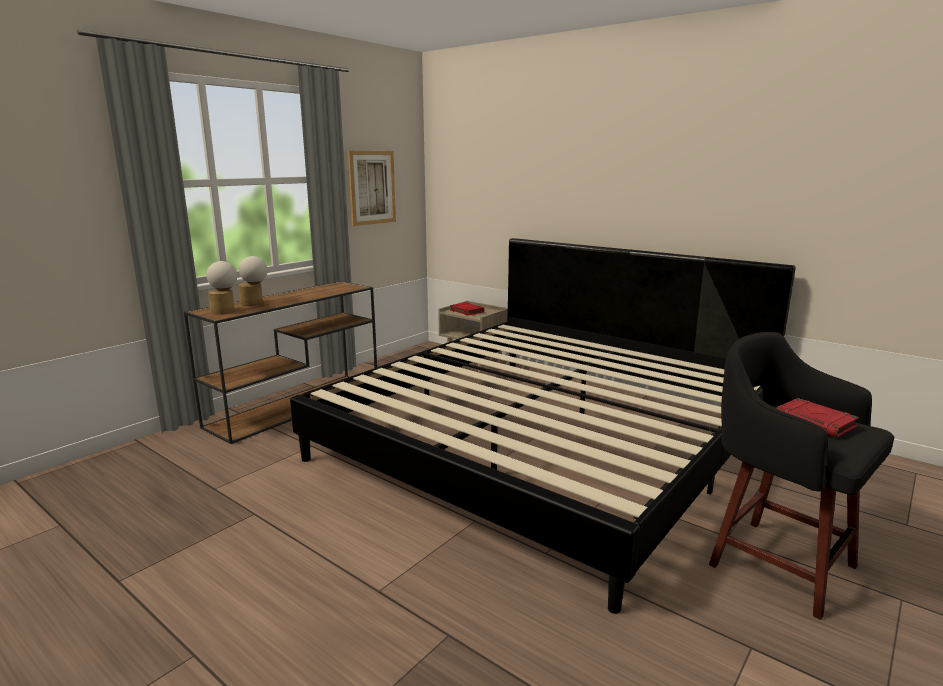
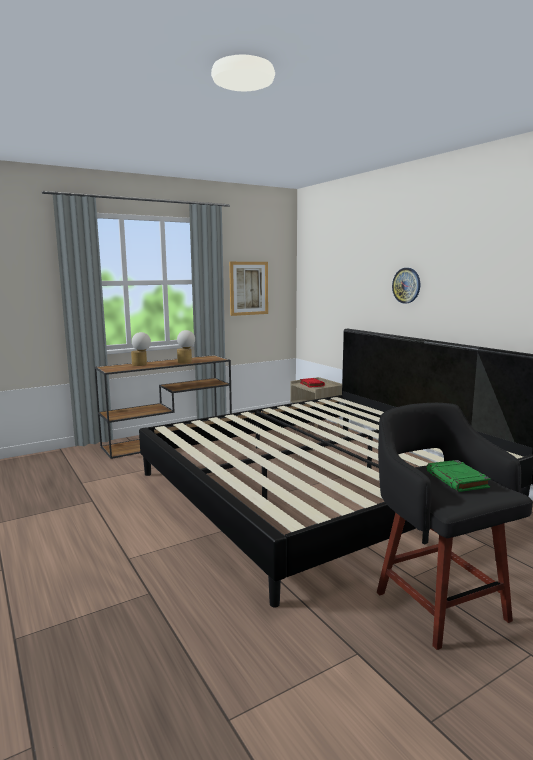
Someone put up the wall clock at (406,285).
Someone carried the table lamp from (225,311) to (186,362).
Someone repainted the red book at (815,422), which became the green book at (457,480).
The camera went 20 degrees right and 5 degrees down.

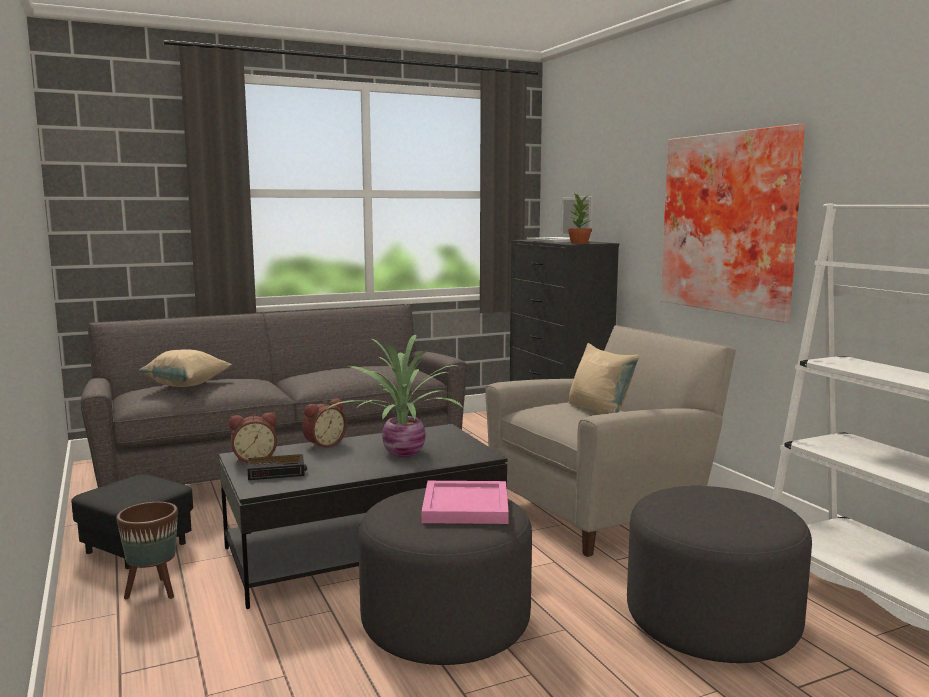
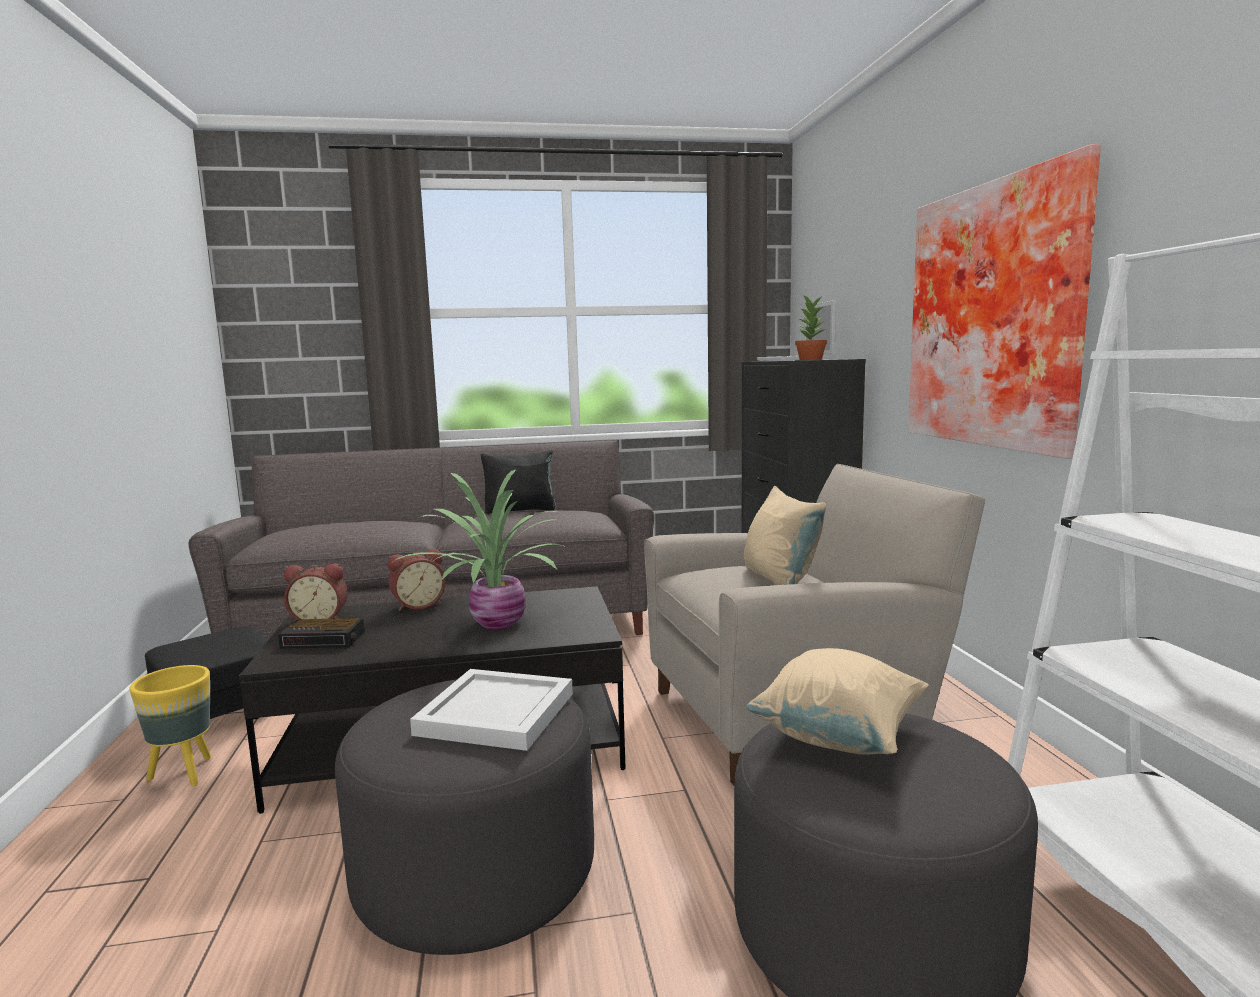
Someone put down the black pillow at (521,510).
Someone carried the beige pillow from (187,385) to (838,736).
Someone repainted the brown planter at (154,592), which became the yellow planter at (185,774).
Someone repainted the pink tray at (467,506), which became the white tray at (499,713).
The camera went 15 degrees right and 0 degrees up.

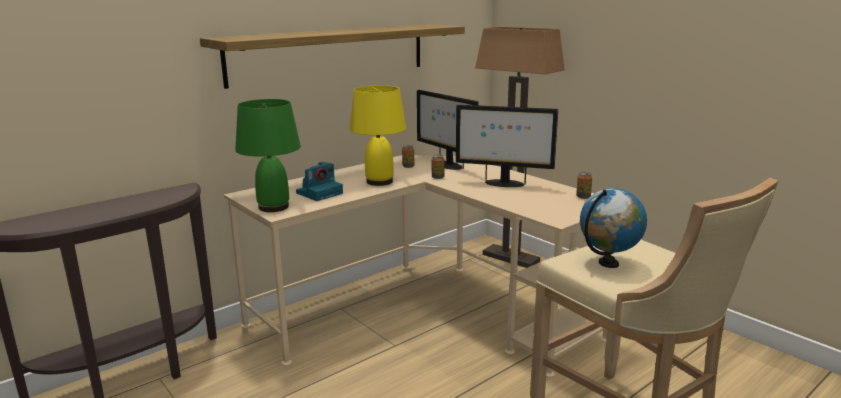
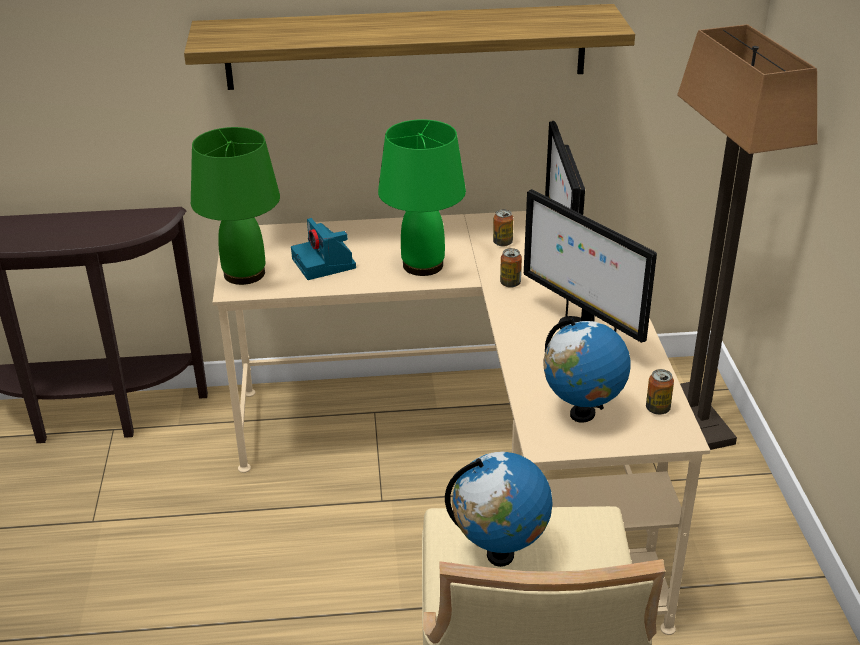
Someone put down the globe at (582,414).
Someone repainted the yellow table lamp at (379,181), which became the green table lamp at (423,265).
Someone rotated the photo camera at (320,193) by 75 degrees clockwise.
The camera went 35 degrees right and 15 degrees up.

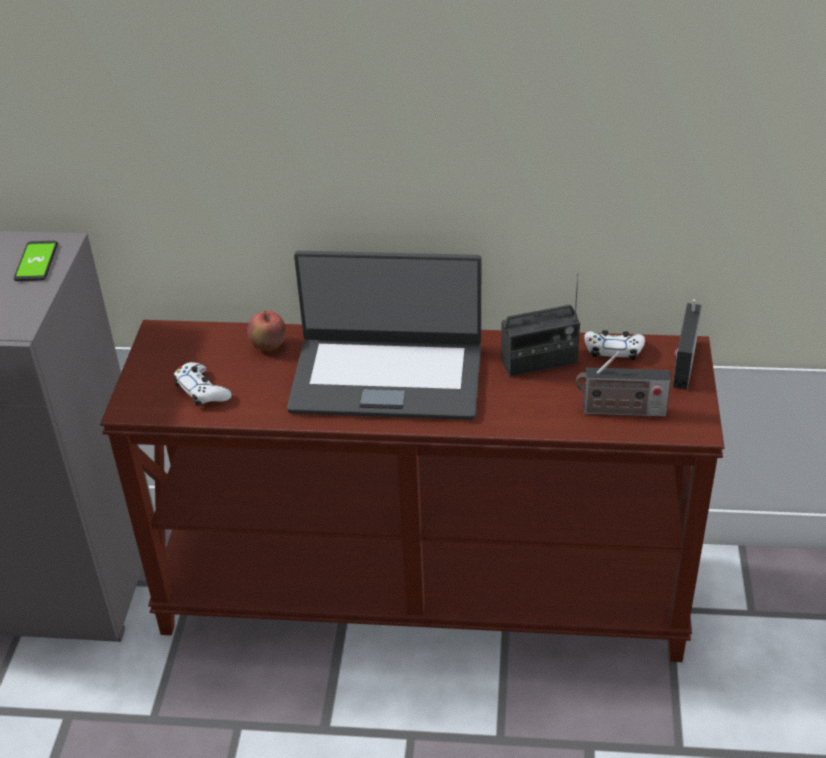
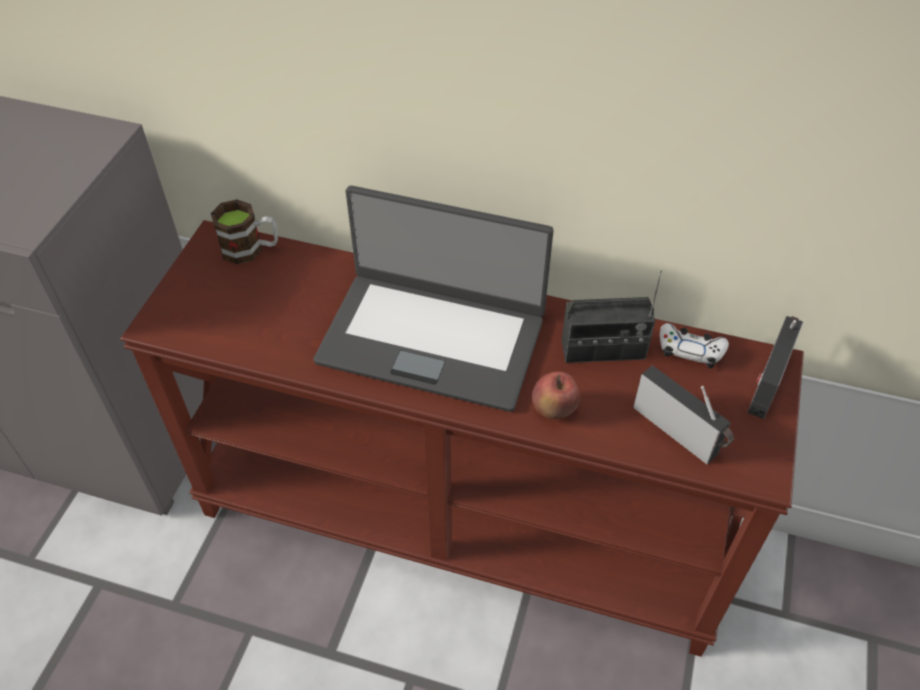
Someone took away the phone at (36,262).
Someone took away the white game controller at (202,390).
Someone put down the mug at (251,249).
Someone carried the apple from (268,347) to (553,410).
Someone rotated the radio at (620,411) by 150 degrees counterclockwise.
The camera went 10 degrees right and 10 degrees up.

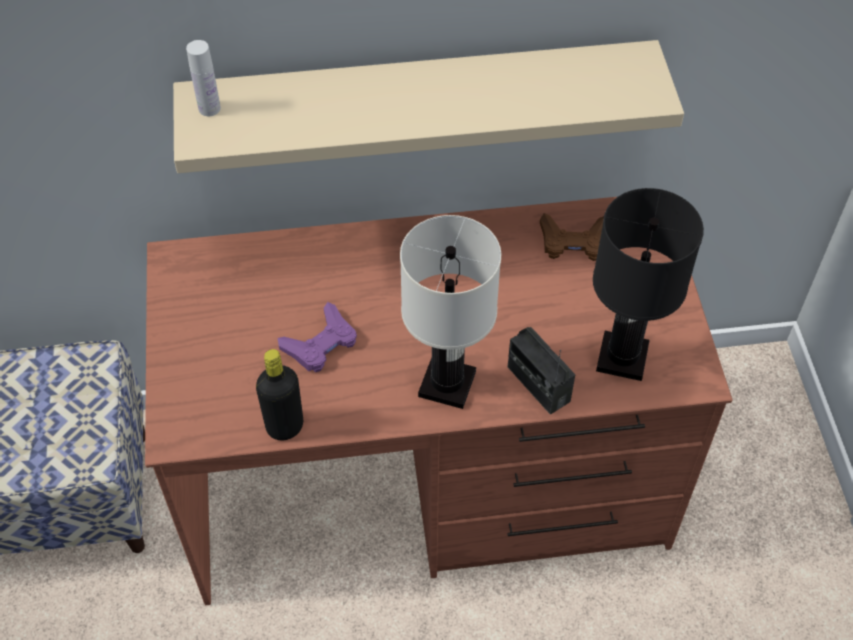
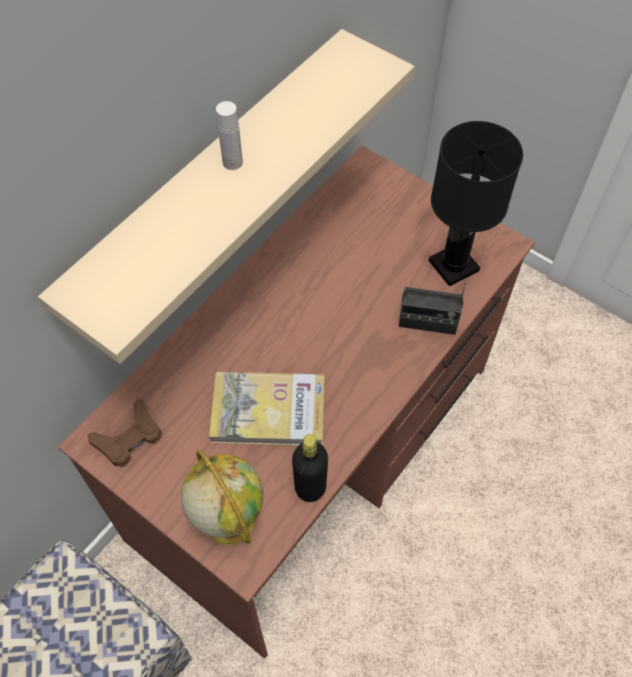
Someone took away the white table lamp at (446,384).
Someone put down the globe at (228,519).
Someone carried the white bottle from (209,108) to (232,162).
Someone carried the brown game controller from (573,242) to (129,438).
Someone swapped the purple game controller at (321,343) for the book at (268,411).
The camera went 45 degrees left and 5 degrees up.

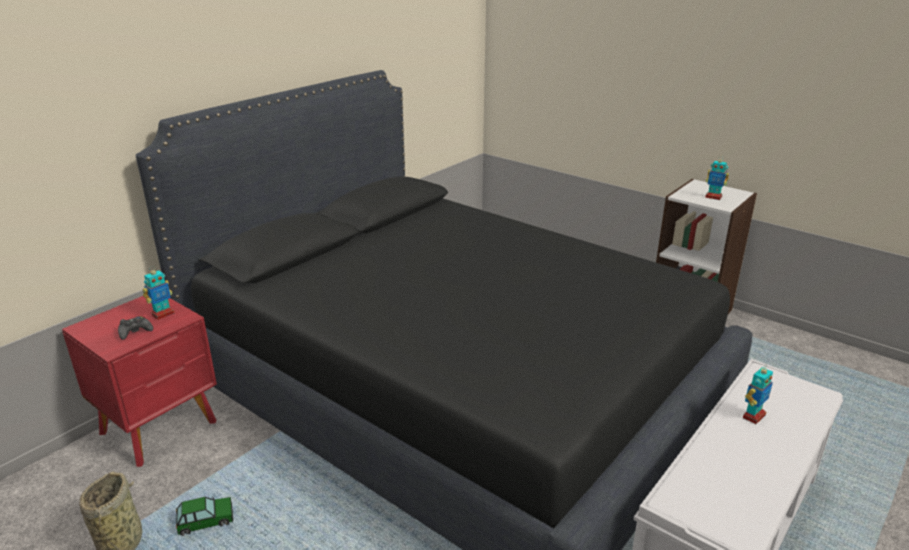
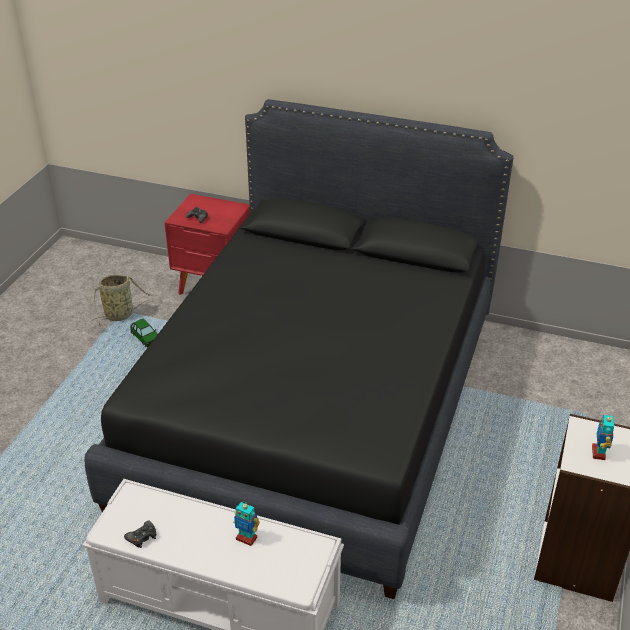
Someone took away the toy robot at (163,314).
Someone put down the black game controller at (142,537).
The camera went 70 degrees right and 10 degrees up.

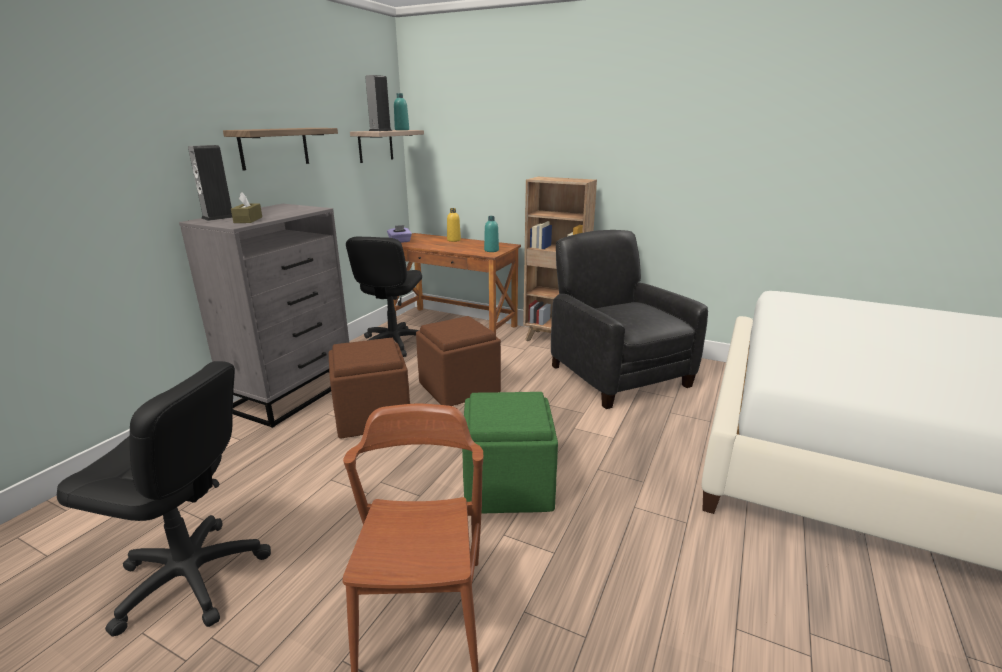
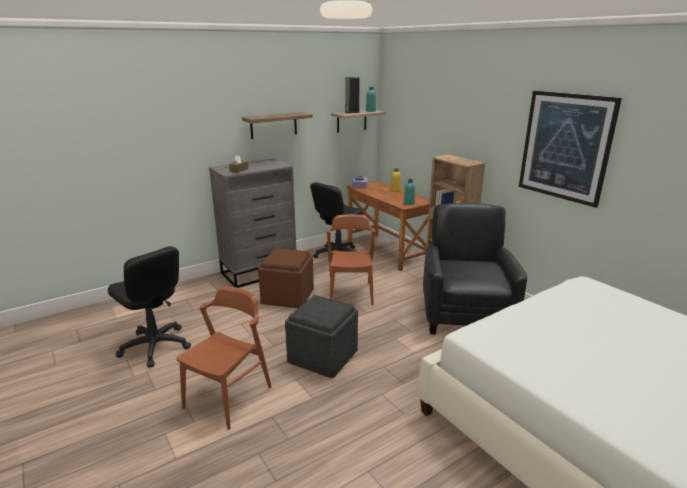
Someone took away the speaker at (218,217).
Someone put up the picture at (565,147).
Someone swapped the brown ottoman at (459,387) for the brown chair at (350,293).
Someone repainted the green ottoman at (508,484), which became the grey ottoman at (323,356).
The camera went 30 degrees right and 0 degrees up.

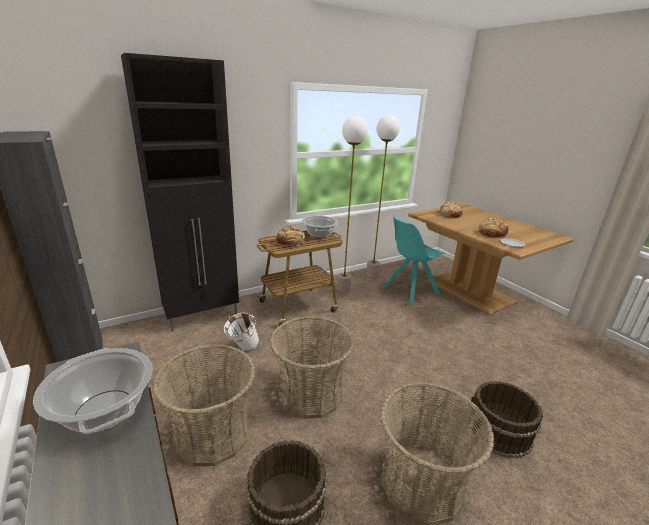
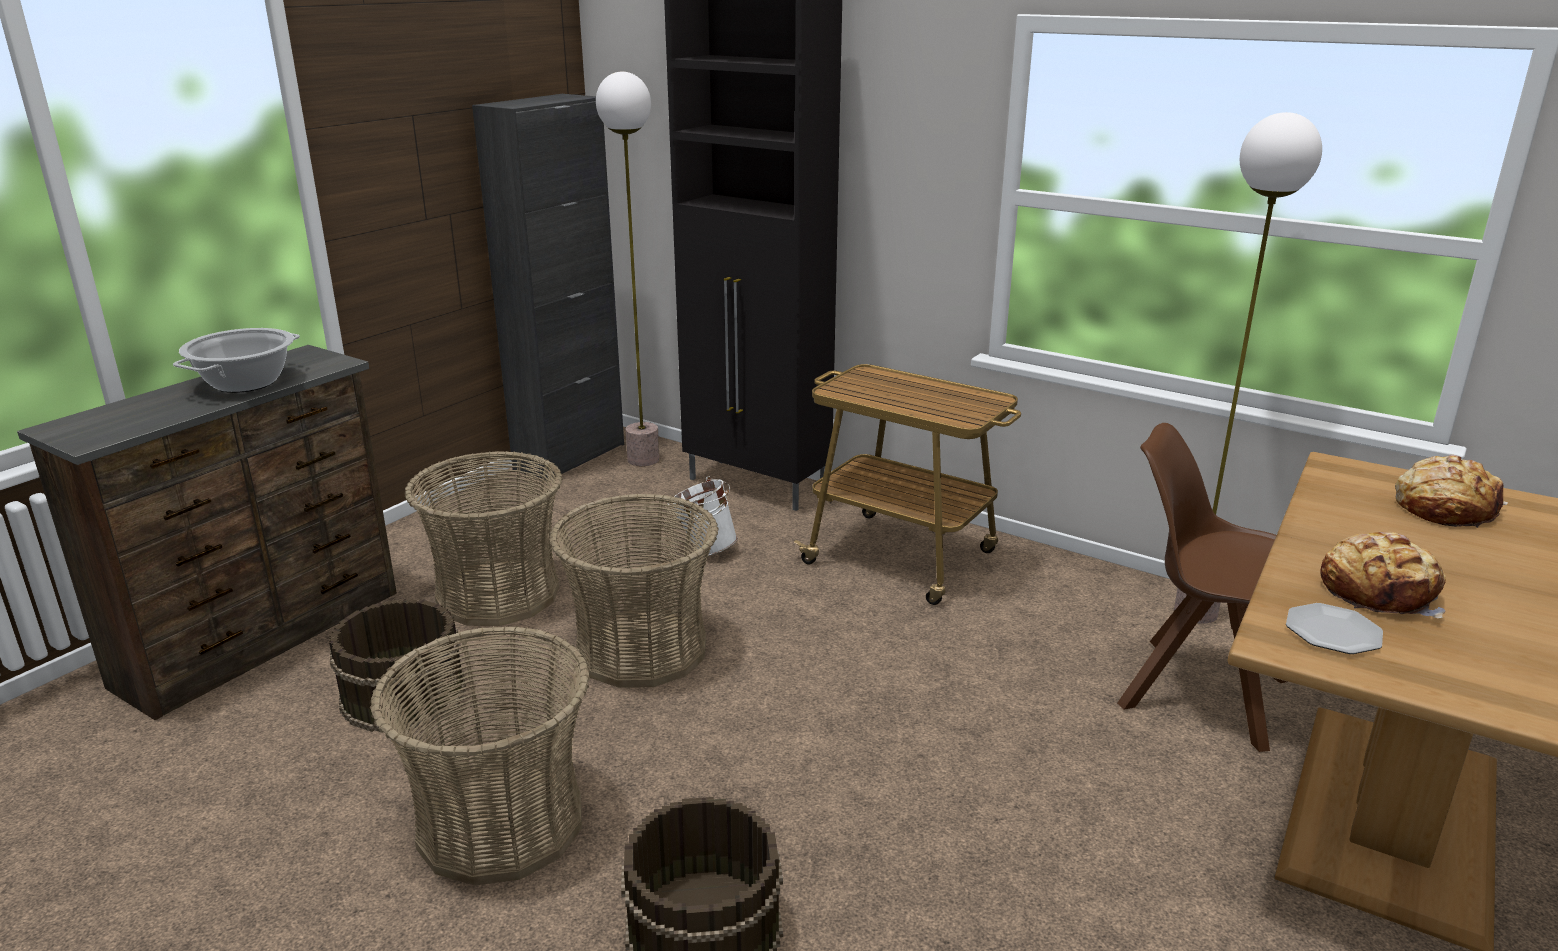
Someone took away the bread at (290,242).
Someone took away the cooking pot at (319,234).
Someone carried the floor lamp from (343,289) to (643,460).
Someone repainted the turquoise chair at (409,291), which became the brown chair at (1198,691).
The camera went 65 degrees right and 0 degrees up.

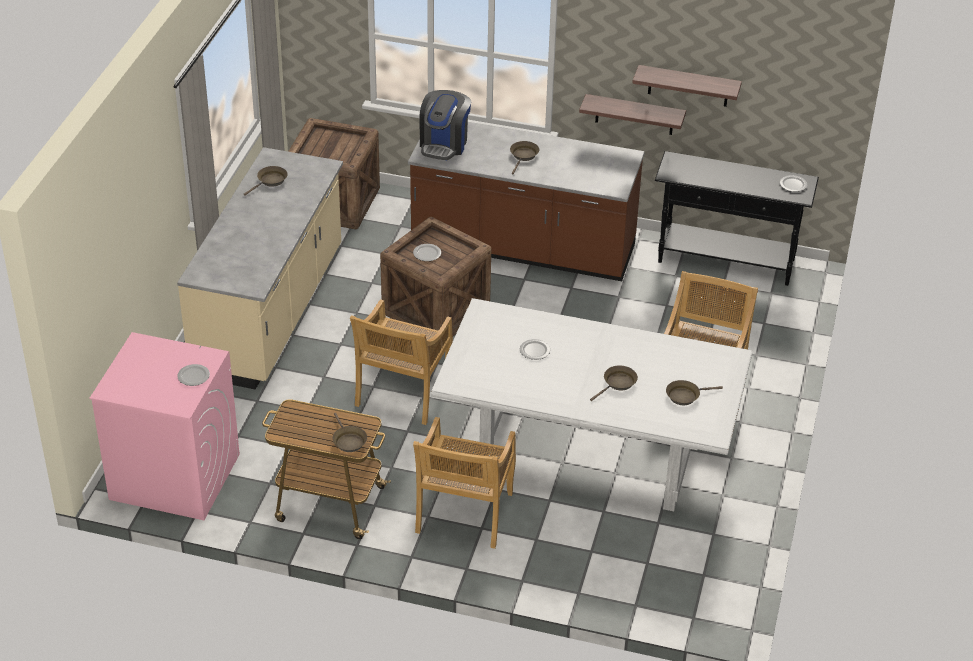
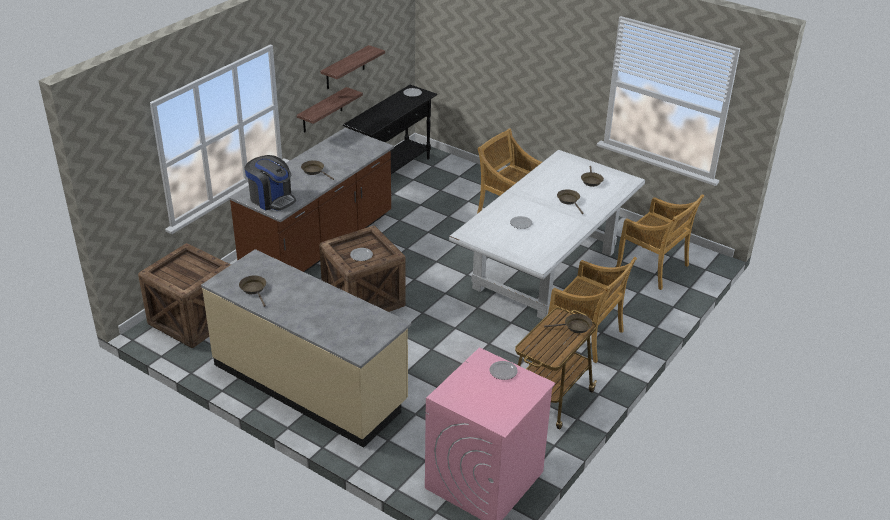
Someone carried the beige chair from (403,393) to (653,268).
The camera went 70 degrees left and 5 degrees down.

